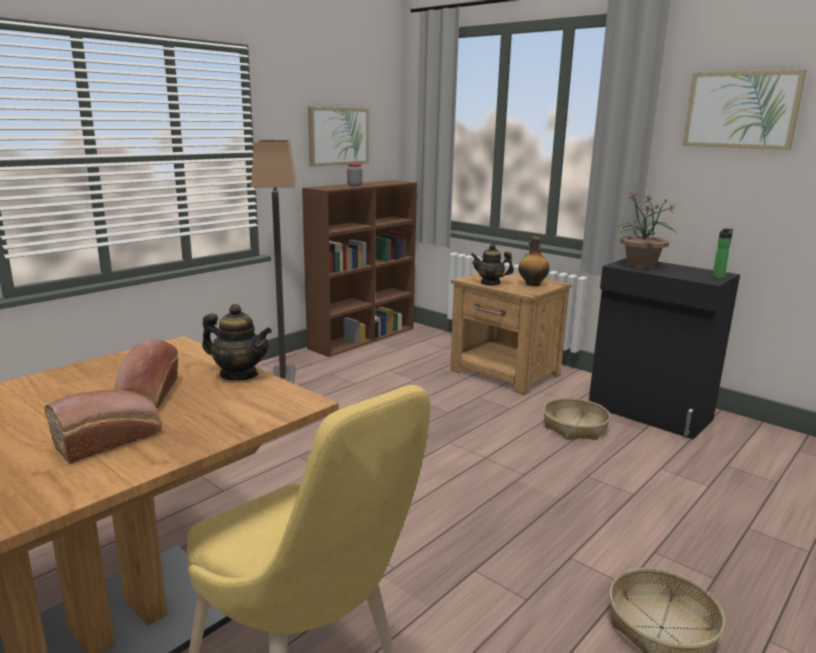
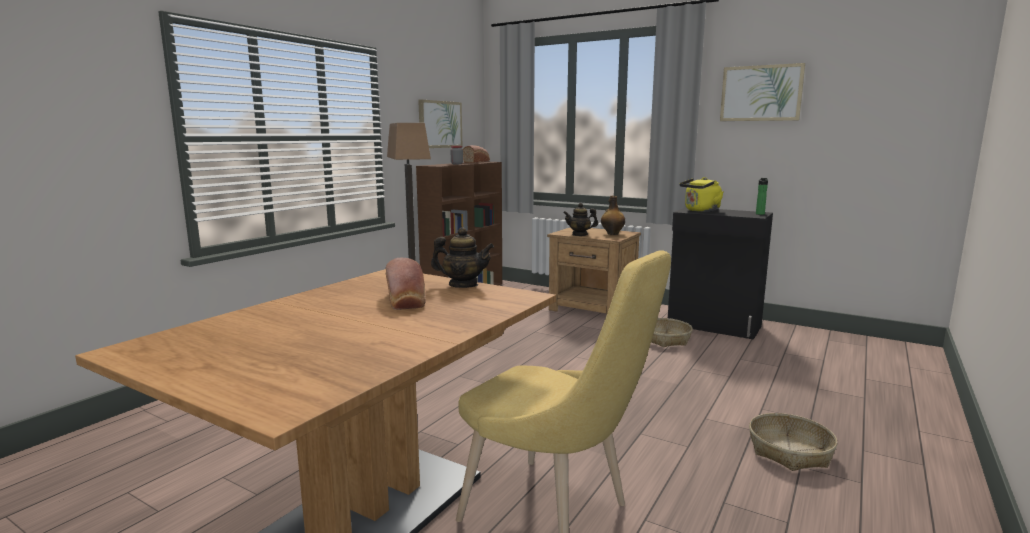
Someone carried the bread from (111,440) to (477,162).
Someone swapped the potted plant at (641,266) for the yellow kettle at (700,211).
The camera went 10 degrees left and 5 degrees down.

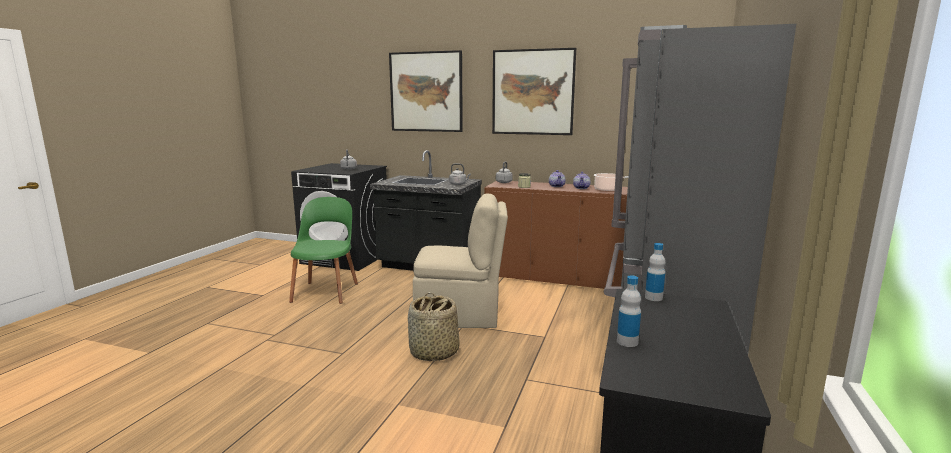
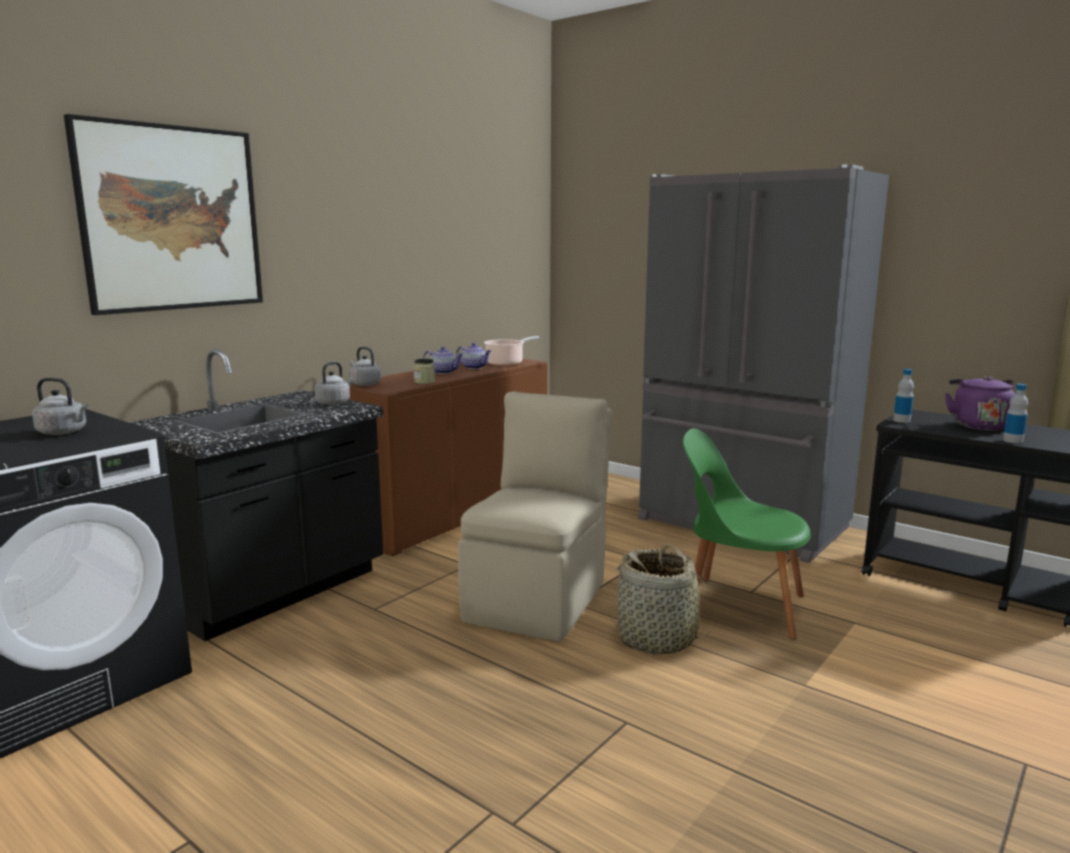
Someone took away the picture at (533,92).
Someone put down the purple kettle at (978,425).
Someone carried the green chair from (326,291) to (738,605).
The camera went 70 degrees left and 0 degrees up.

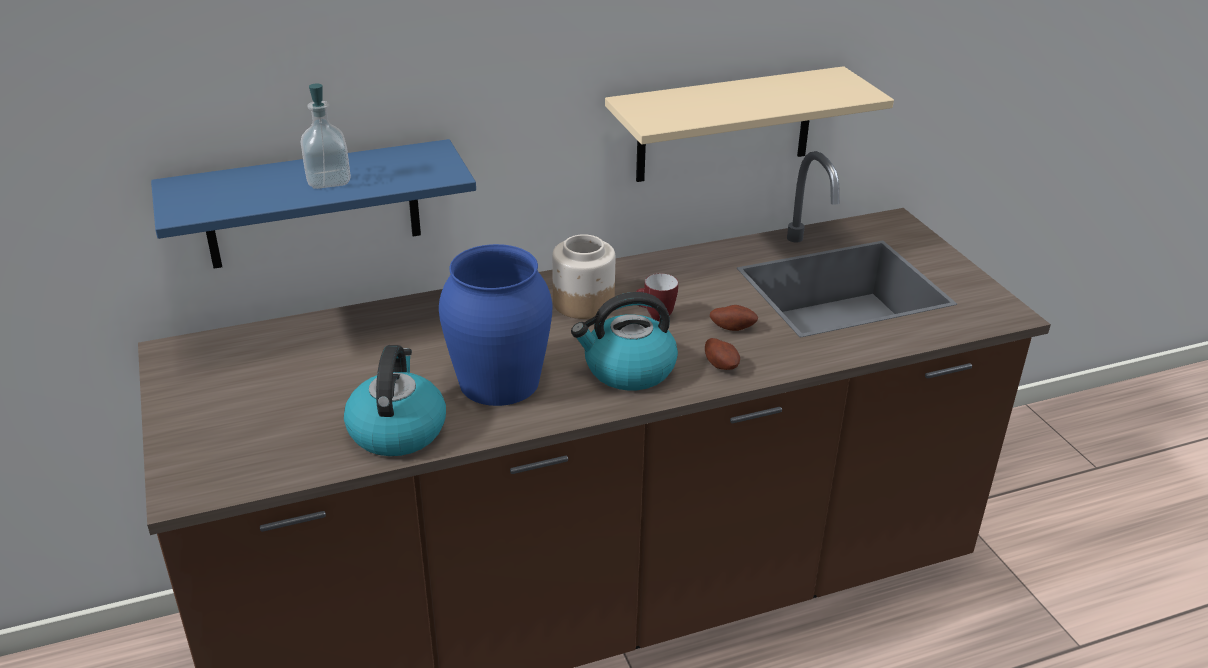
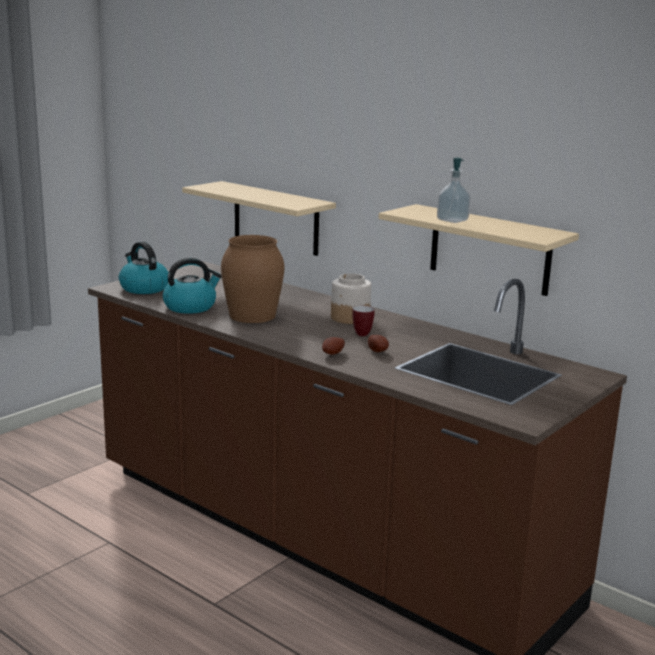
Someone carried the soap dispenser from (328,180) to (452,220).
Someone carried the kettle from (628,370) to (143,288).
Someone repainted the blue shelf at (312,205), which became the beige shelf at (275,218).
Someone repainted the blue vase at (499,381), which became the brown vase at (253,315).
The camera went 60 degrees right and 15 degrees down.

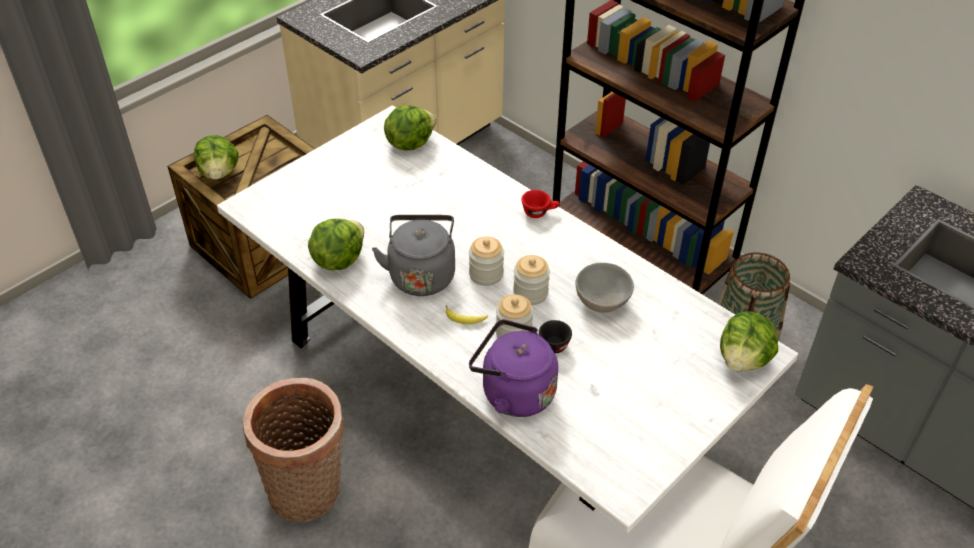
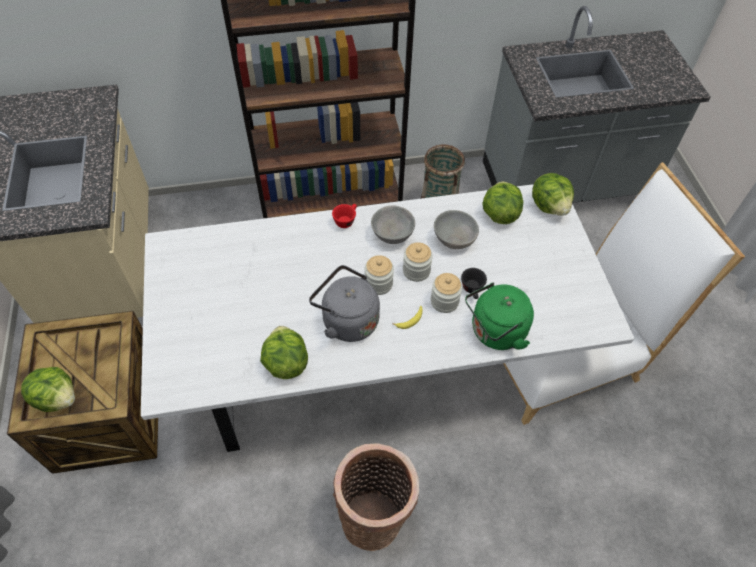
Someone put down the grey bowl at (391,235).
Someone carried the lettuce from (409,143) to (499,214).
Someone repainted the purple kettle at (513,392), which became the green kettle at (495,332).
The camera went 55 degrees left and 10 degrees up.

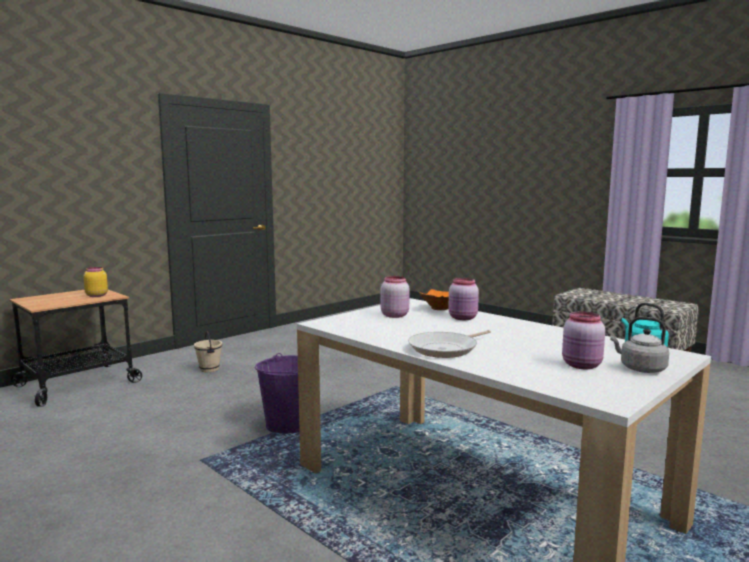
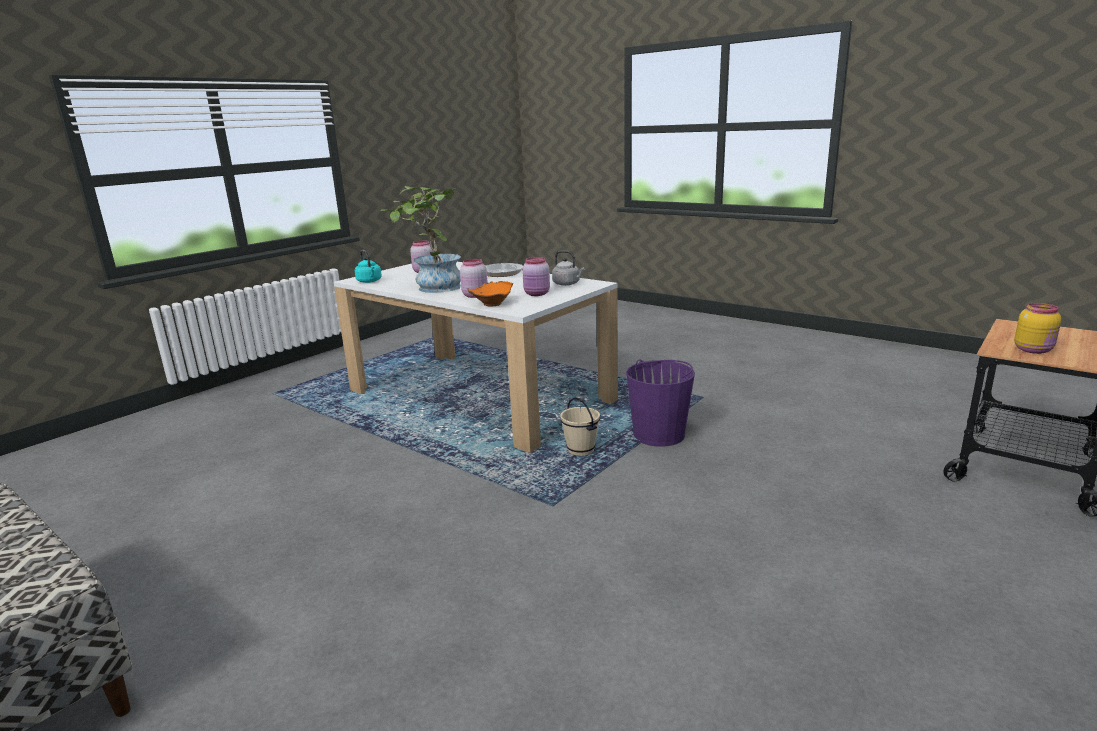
Someone put down the potted plant at (433,288).
Someone carried the beige bucket from (209,369) to (580,450).
Someone carried the grey kettle from (640,369) to (567,284).
The camera went 175 degrees right and 10 degrees up.

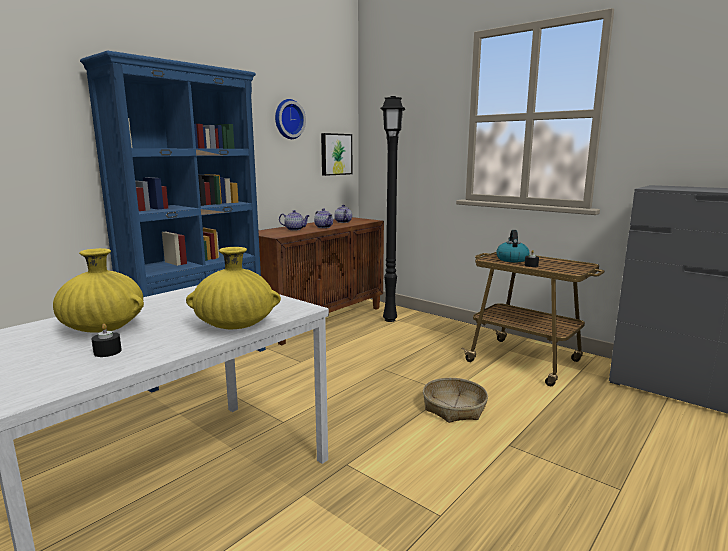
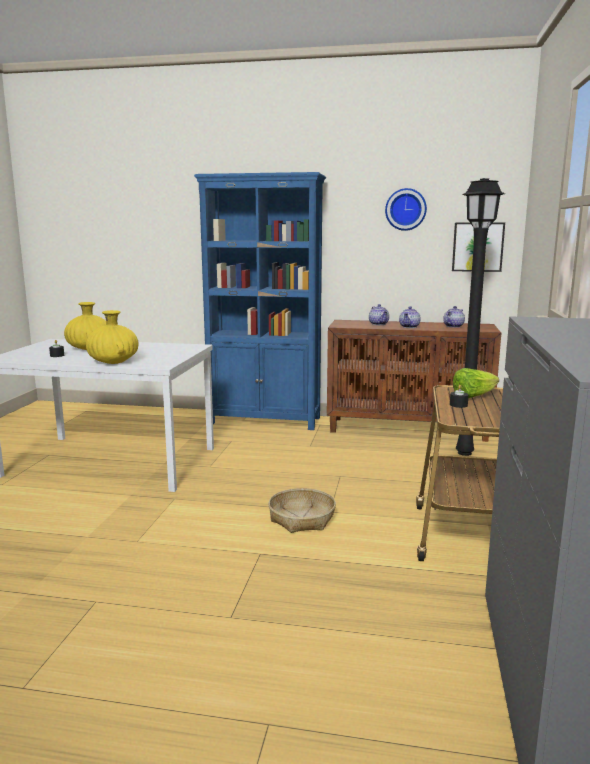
Someone swapped the kettle at (511,259) for the lettuce at (473,396).
The camera went 60 degrees right and 0 degrees up.

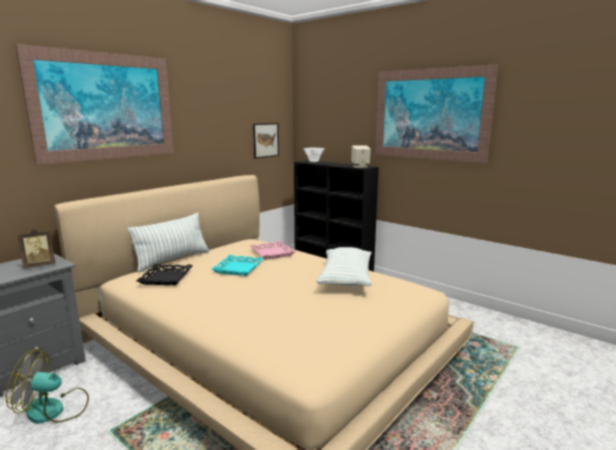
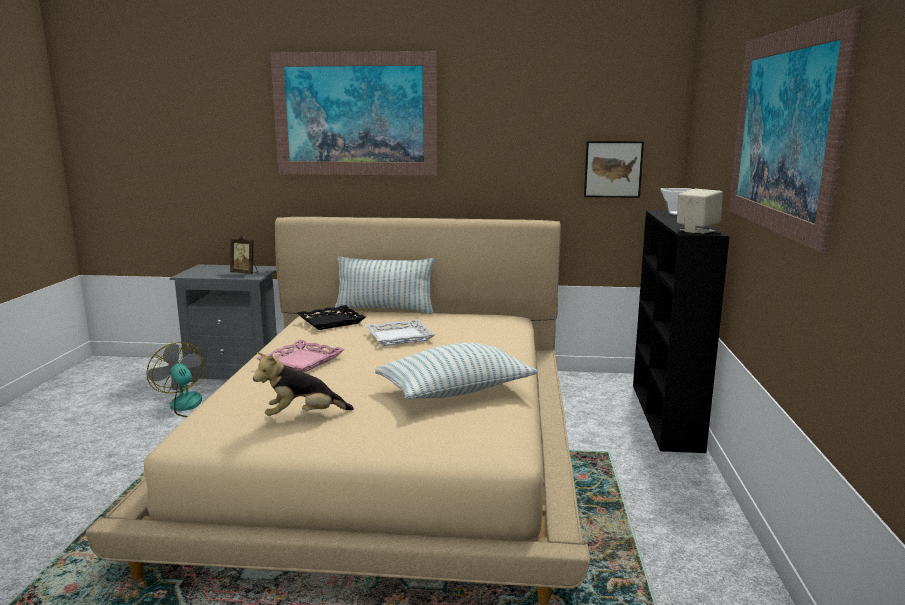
Someone put down the plush toy at (303,416).
Someone carried the pink tray from (272,253) to (302,361).
Someone repainted the turquoise tray at (238,268), which became the white tray at (399,337).
The camera went 55 degrees right and 0 degrees up.

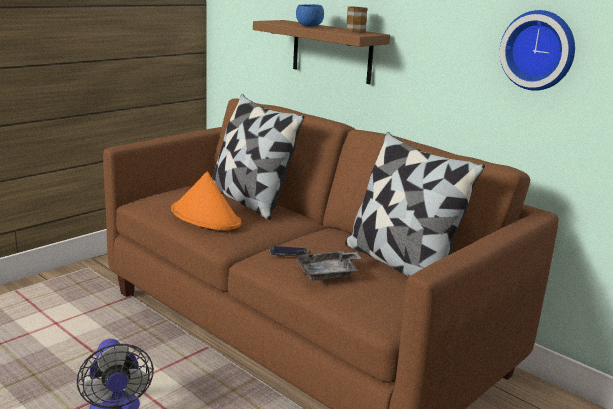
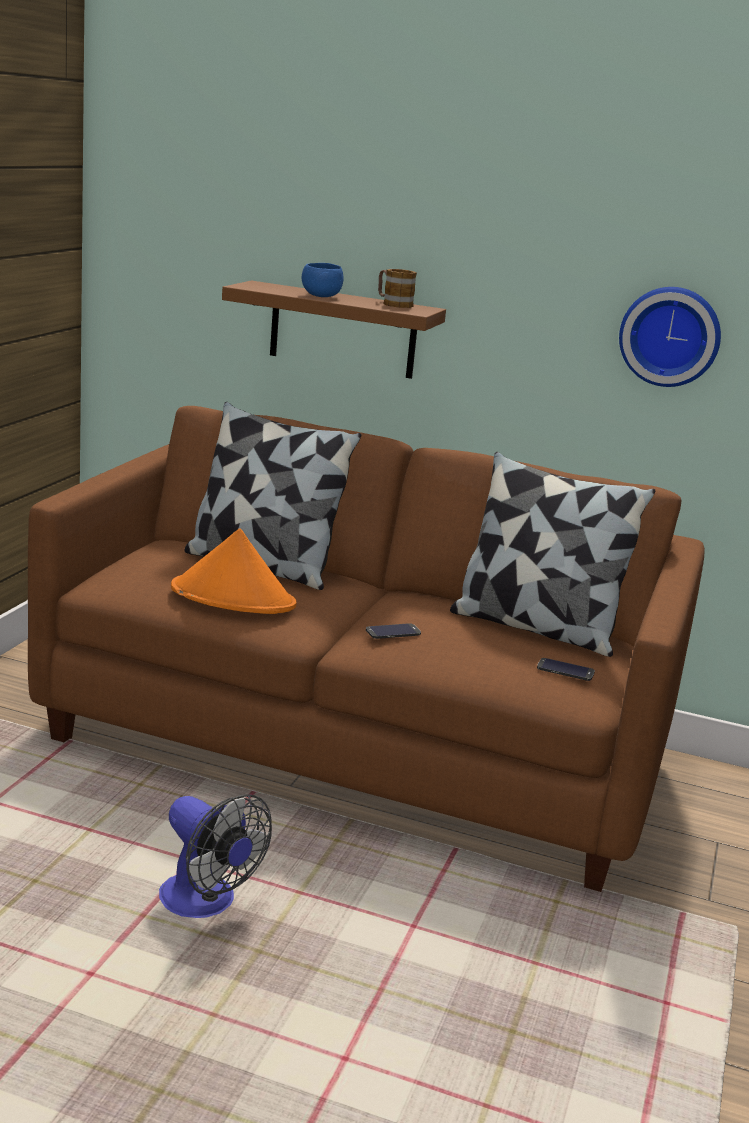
Someone took away the grey tray at (328,273).
Someone put down the phone at (565,670).
The camera went 25 degrees left and 0 degrees up.

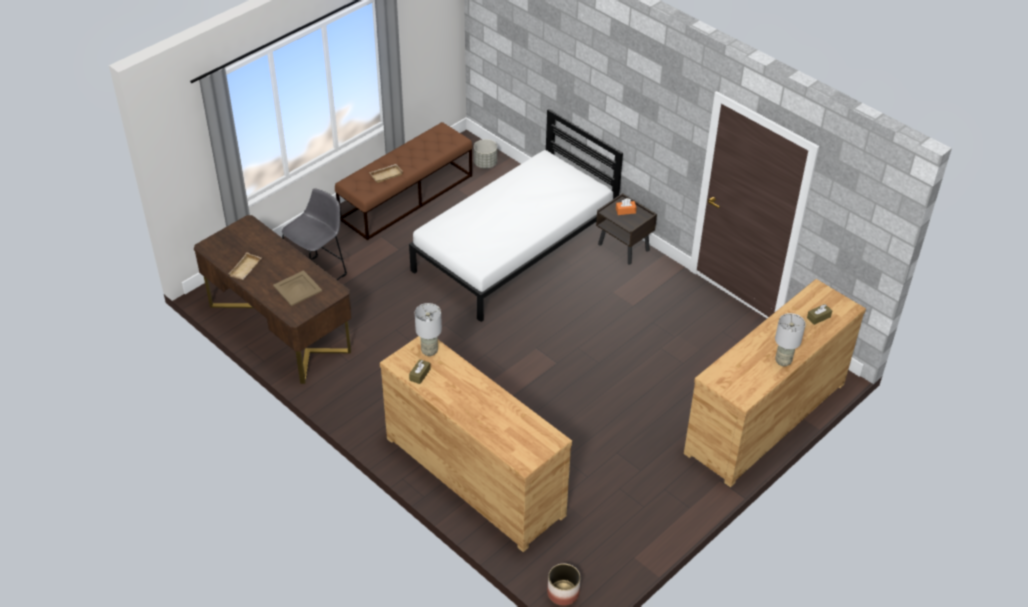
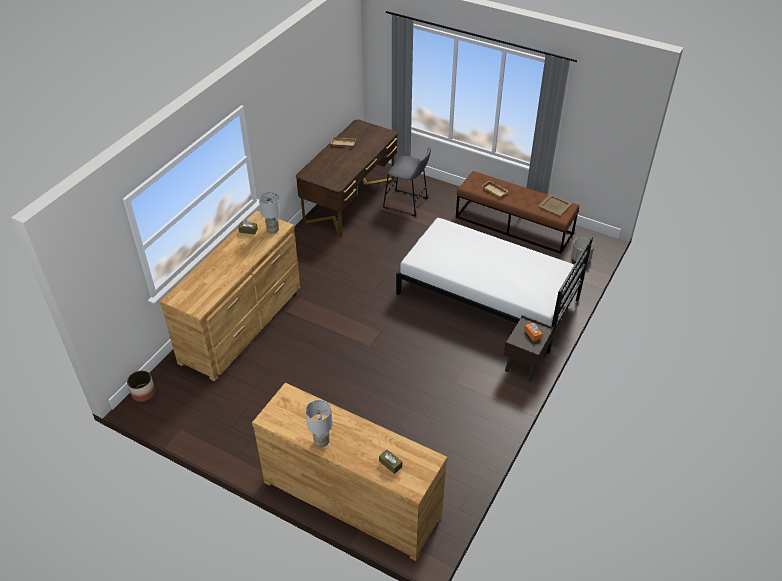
Someone carried the beige tray from (297,288) to (555,205).
The camera went 75 degrees right and 0 degrees up.

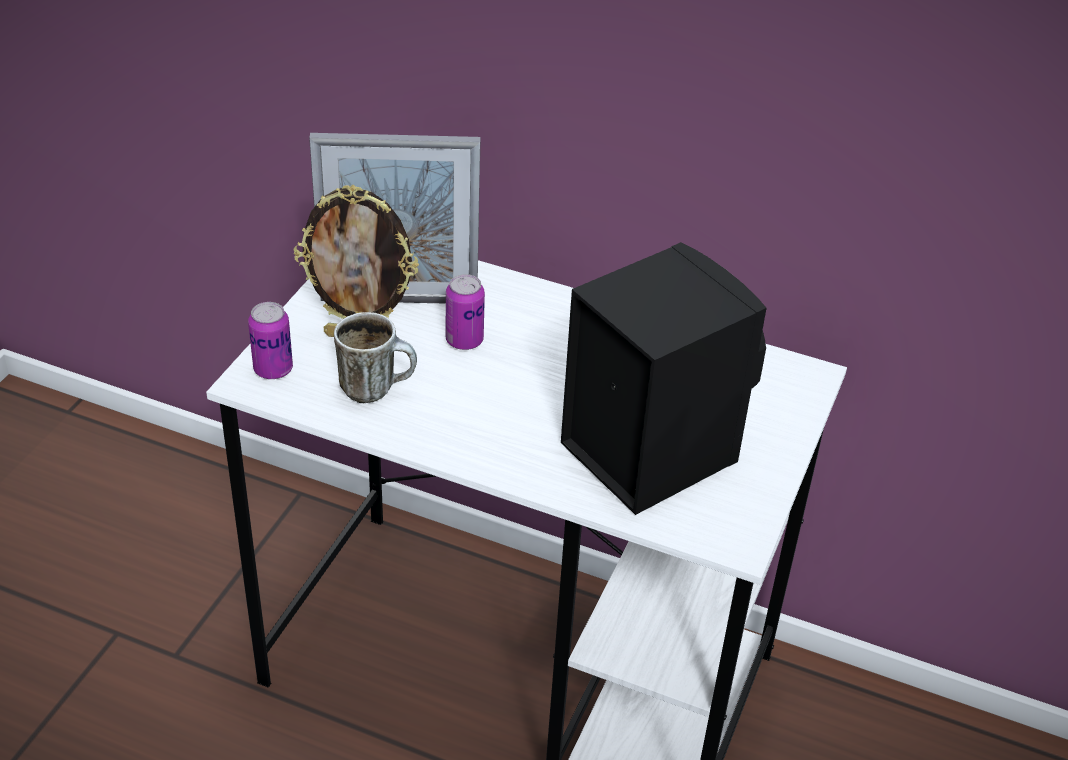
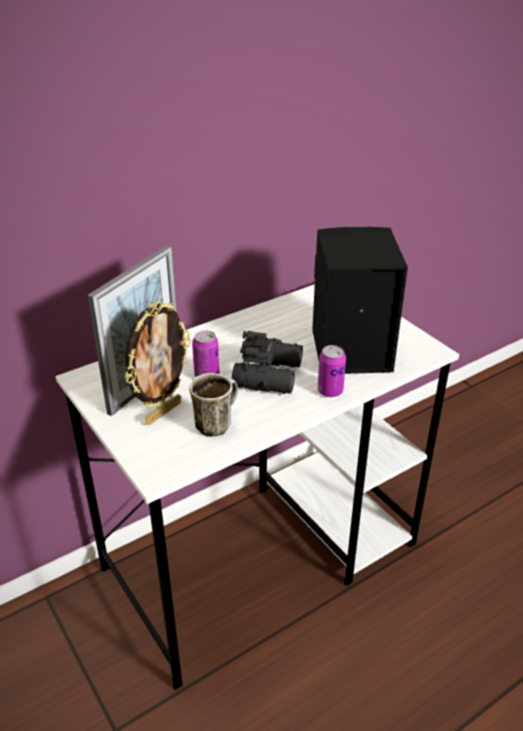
Someone put down the black binoculars at (270,374).
Someone carried the can from (273,369) to (330,391).
The camera went 55 degrees left and 5 degrees down.

